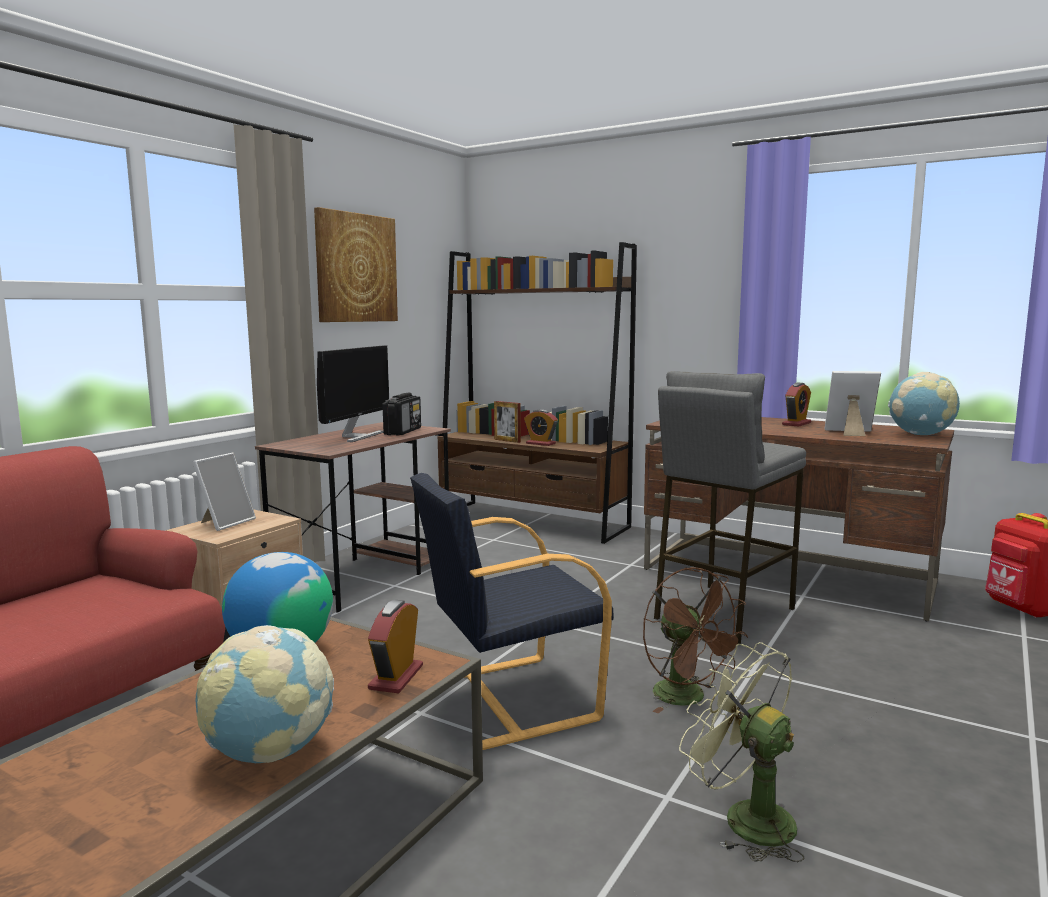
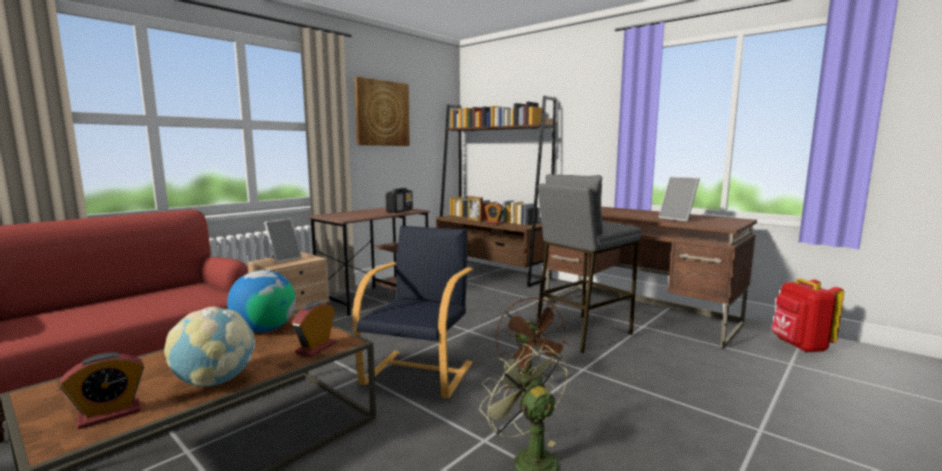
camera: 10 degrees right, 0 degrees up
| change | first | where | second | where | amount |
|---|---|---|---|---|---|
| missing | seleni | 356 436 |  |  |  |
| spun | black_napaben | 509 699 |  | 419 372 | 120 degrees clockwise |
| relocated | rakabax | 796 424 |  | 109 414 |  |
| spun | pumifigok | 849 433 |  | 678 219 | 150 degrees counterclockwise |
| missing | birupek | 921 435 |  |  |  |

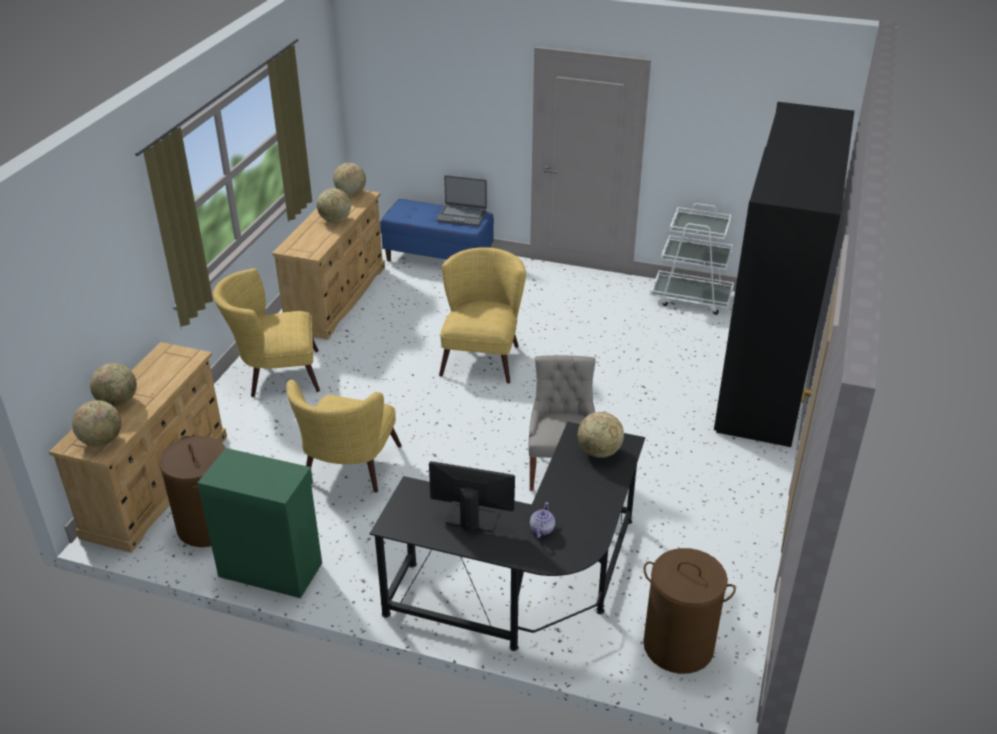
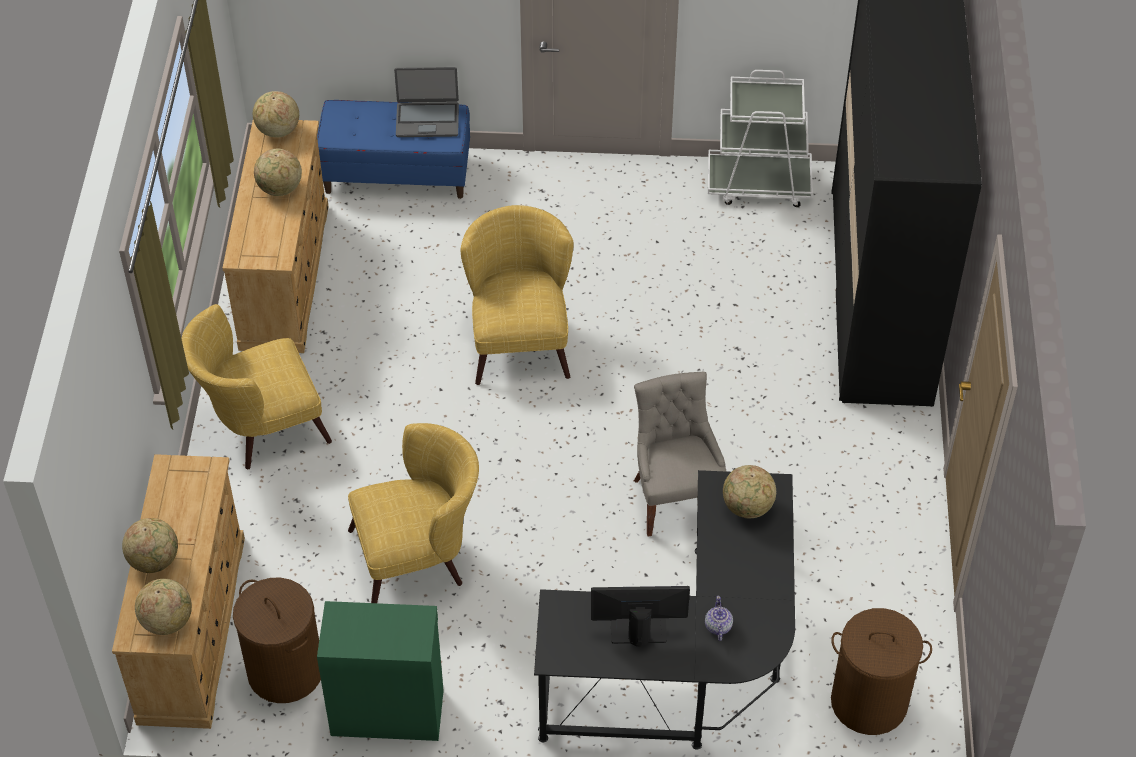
camera: 15 degrees left, 15 degrees up
| change | first | where | second | where | amount |
|---|---|---|---|---|---|
| spun | yellow_napaben | 348 470 |  | 419 555 | 105 degrees counterclockwise |

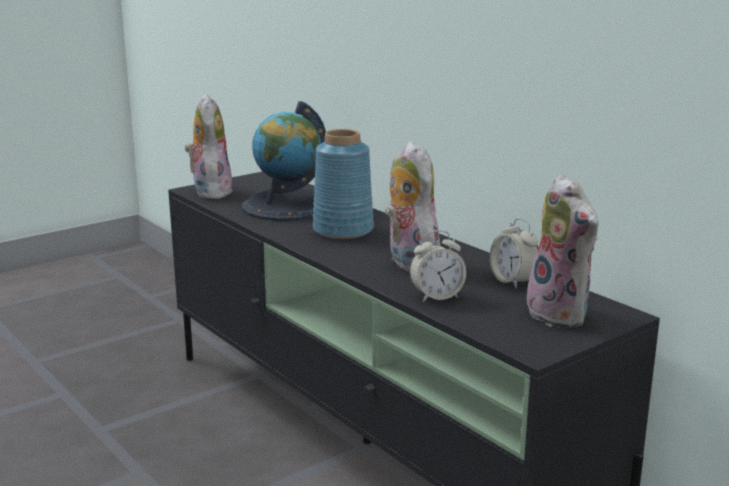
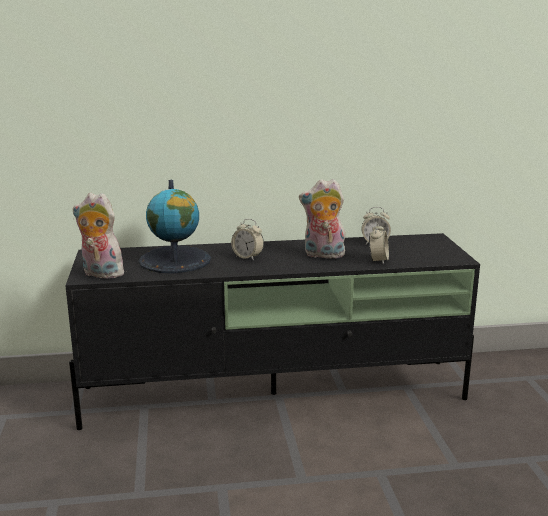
camera: 60 degrees left, 0 degrees up
| change | first | where | second | where | amount |
|---|---|---|---|---|---|
| exchanged | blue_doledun | 343 230 | rakabax | 247 257 |  |
| missing | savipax | 562 314 |  |  |  |

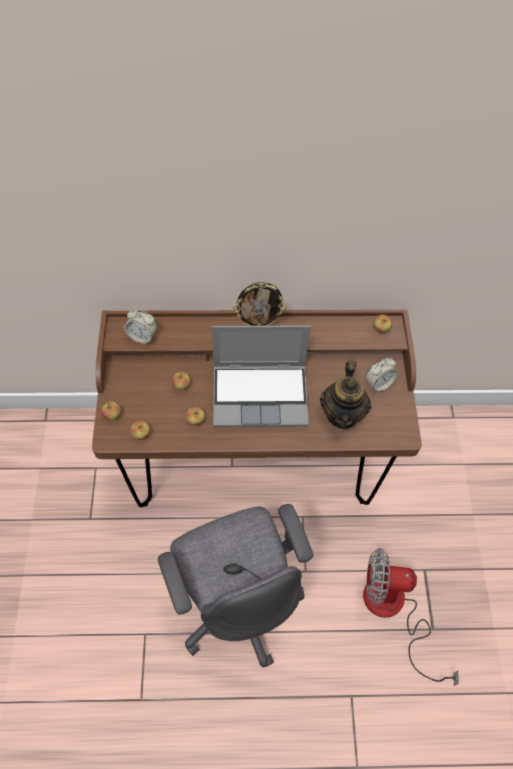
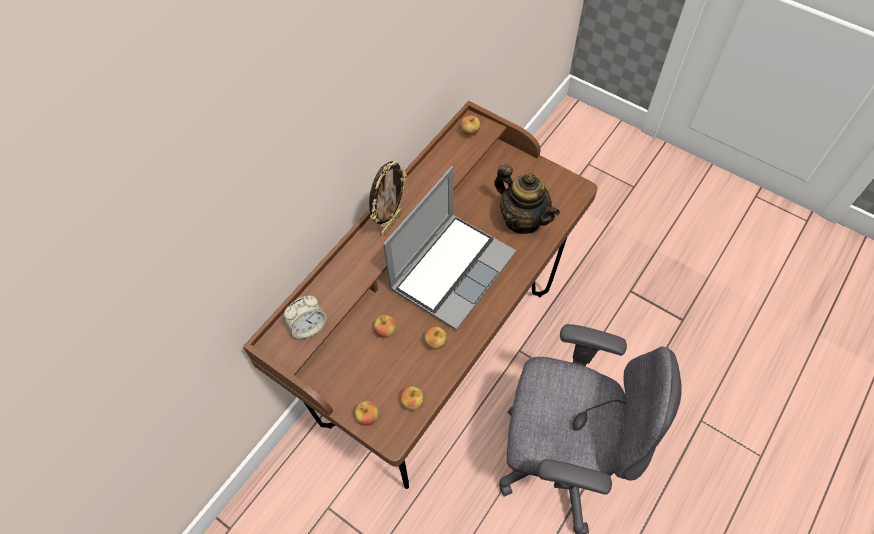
camera: 50 degrees left, 0 degrees up
| change | first | where | second | where | amount |
|---|---|---|---|---|---|
| missing | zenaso | 393 611 |  |  |  |
| missing | rakabax | 379 383 |  |  |  |

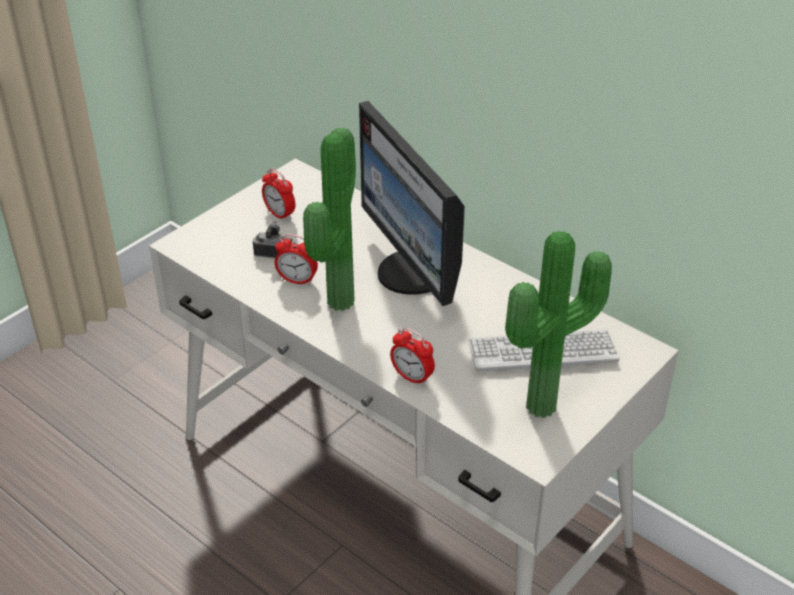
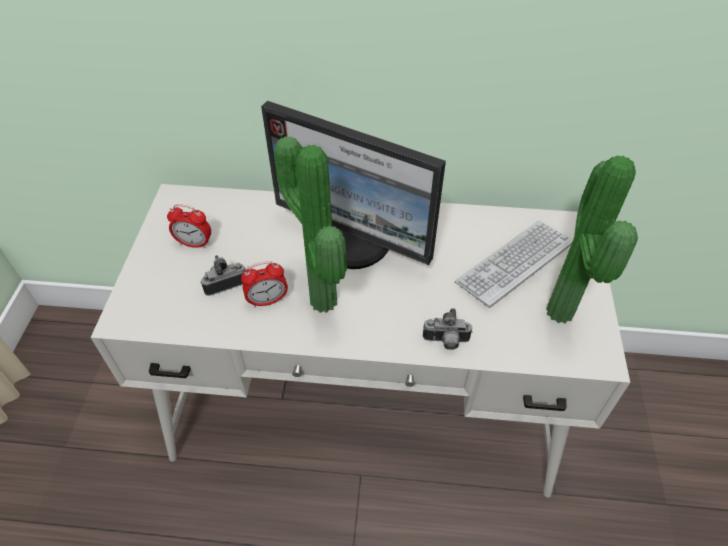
camera: 35 degrees left, 10 degrees up
| change | first | where | second | where | amount |
|---|---|---|---|---|---|
| exchanged | rakabax | 412 377 | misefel | 446 342 |  |

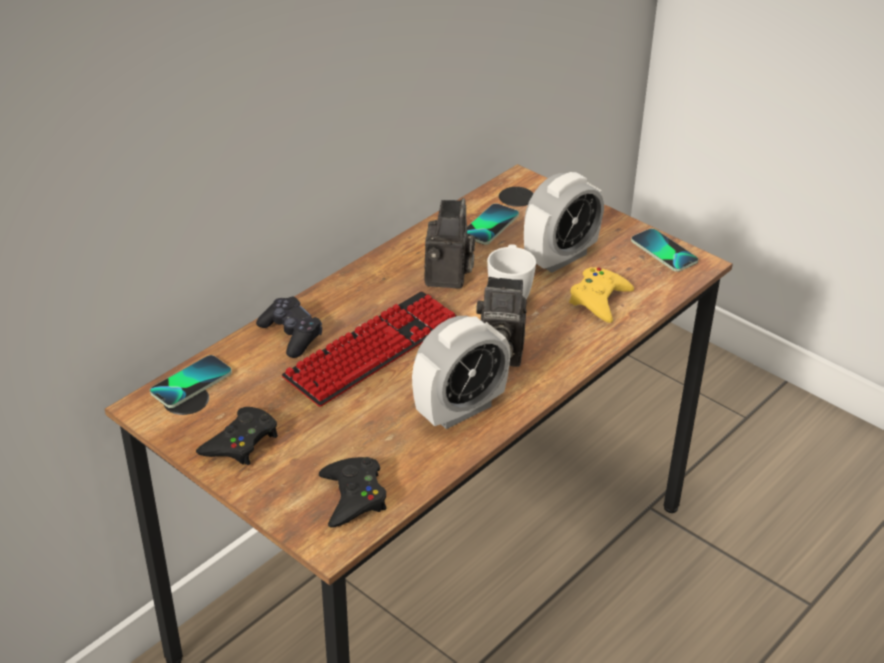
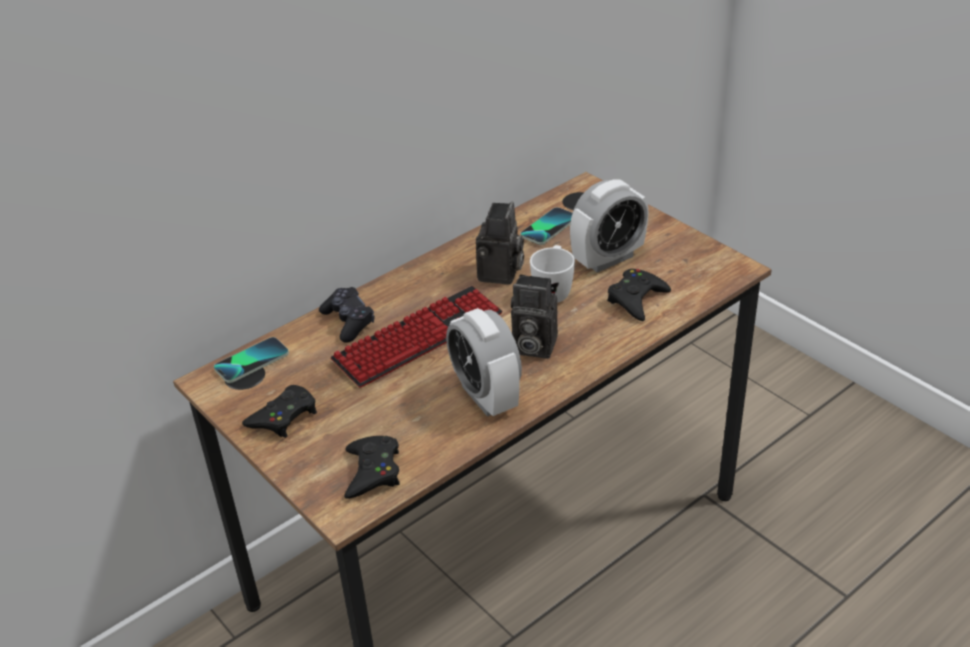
camera: 10 degrees right, 0 degrees up
| change | first | where | second | where | amount |
|---|---|---|---|---|---|
| spun | rakabax | 460 410 |  | 486 396 | 90 degrees clockwise |
| colour | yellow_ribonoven | 599 300 | black_ribonoven | 636 299 |  |
| missing | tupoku | 663 251 |  |  |  |

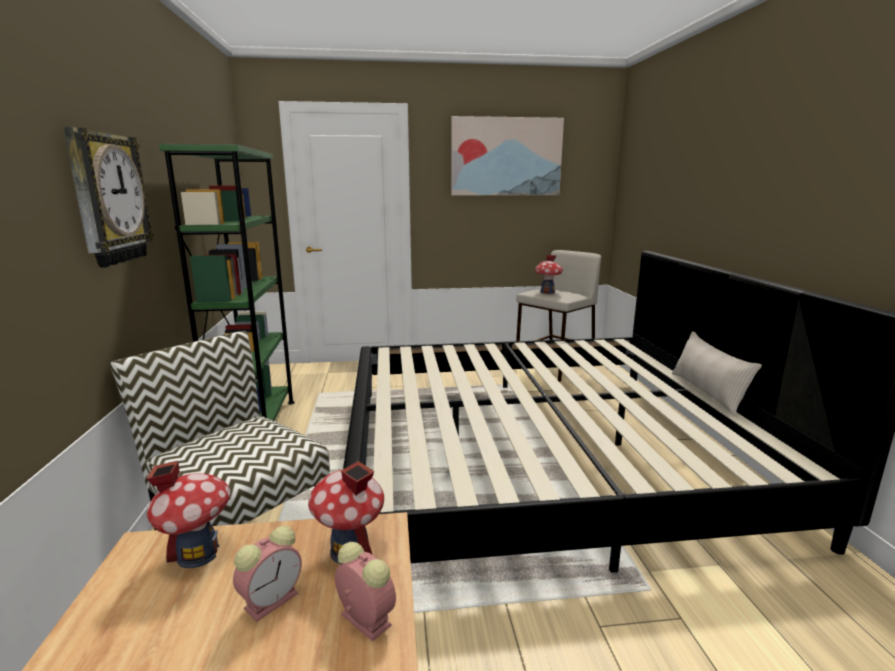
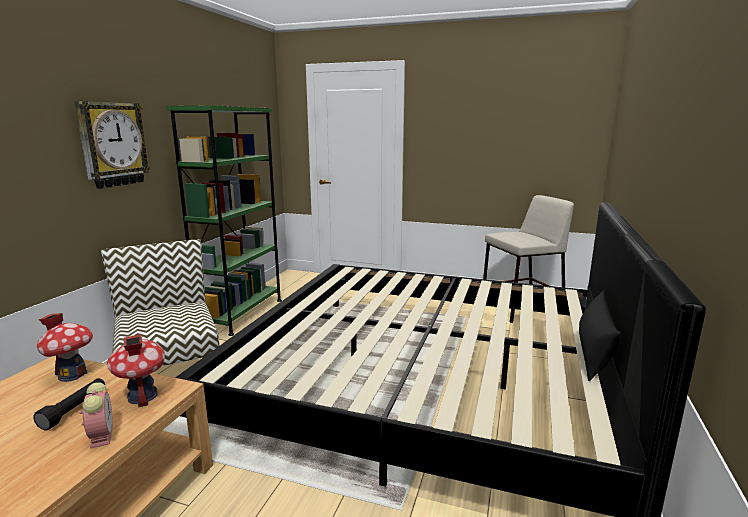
camera: 25 degrees right, 0 degrees up
| change | first | where | second | where | amount |
|---|---|---|---|---|---|
| exchanged | rakabax | 273 599 | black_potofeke | 75 409 |  |
| missing | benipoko | 506 157 |  |  |  |
| missing | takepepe | 547 292 |  |  |  |
| colour | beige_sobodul | 707 392 | black_sobodul | 593 354 |  |

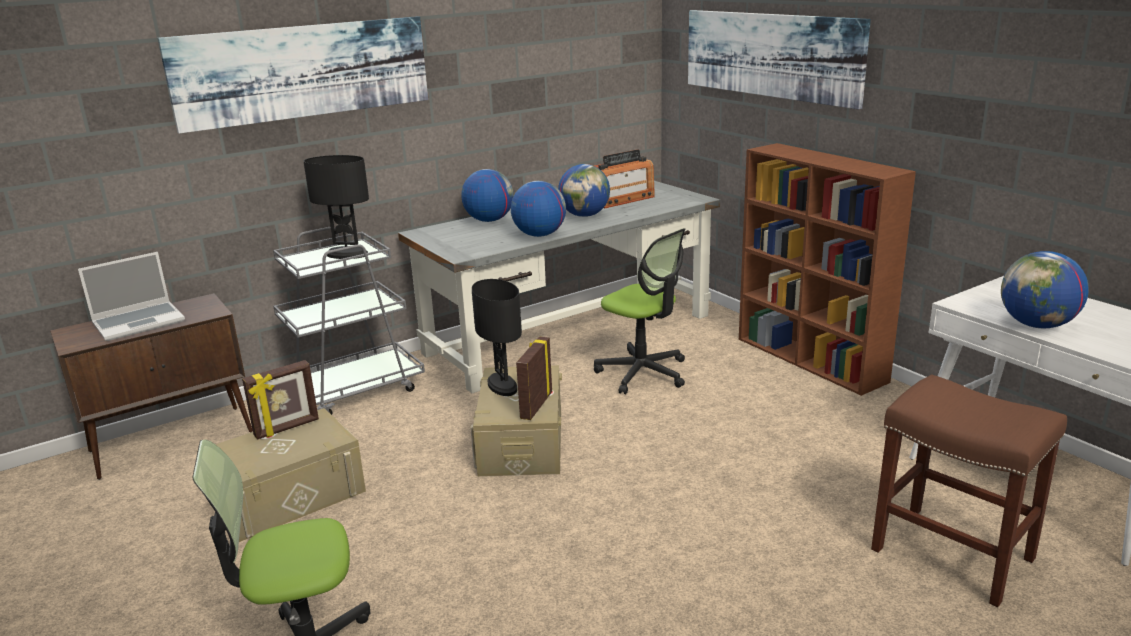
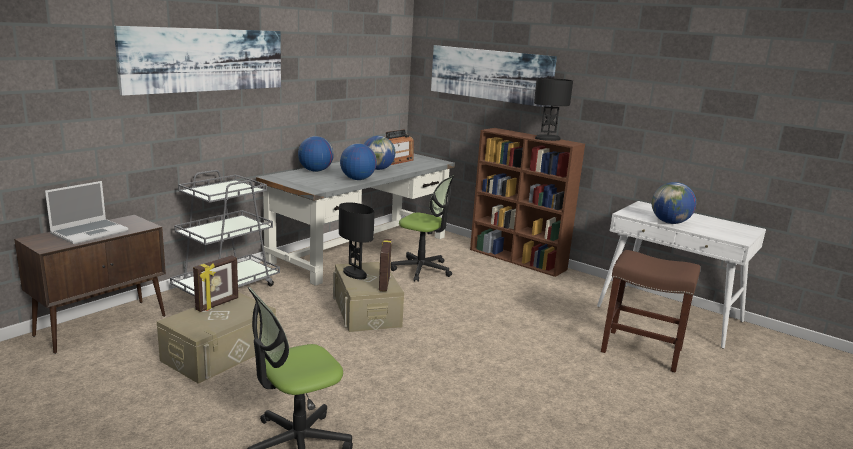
camera: 20 degrees left, 5 degrees down
| change | first | where | second | where | amount |
|---|---|---|---|---|---|
| relocated | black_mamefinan | 347 255 |  | 547 139 |  |

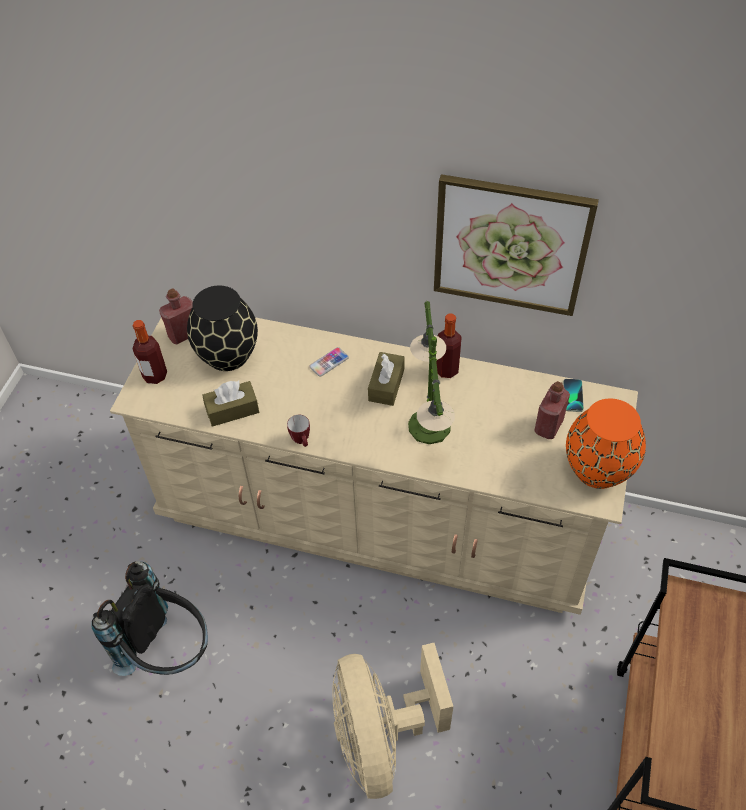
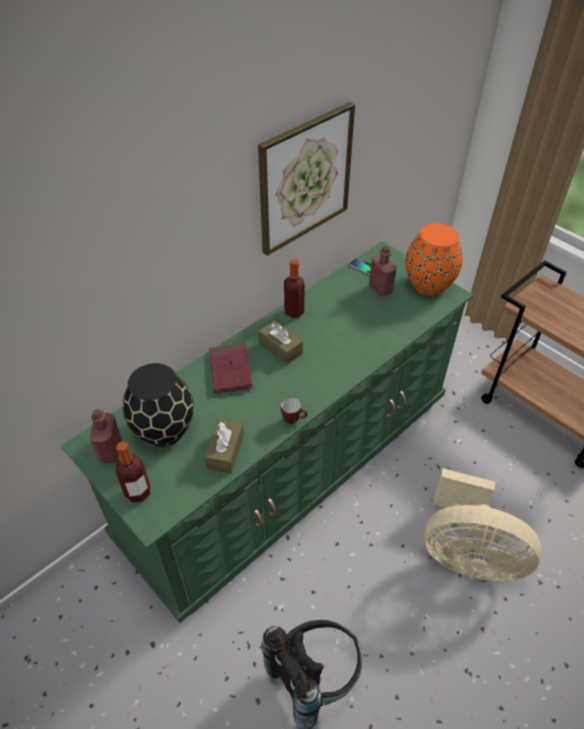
camera: 60 degrees left, 5 degrees down
| change | first | where | second | where | amount |
|---|---|---|---|---|---|
| colour | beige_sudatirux | 377 513 | green_sudatirux | 290 466 |  |
| exchanged | tupoku | 329 362 | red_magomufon | 230 370 |  |
| missing | mamefinan | 429 427 |  |  |  |

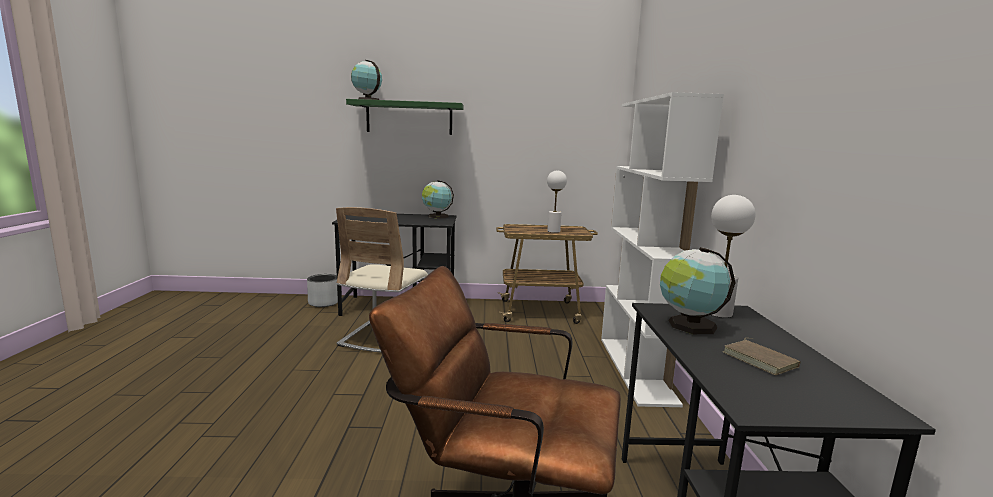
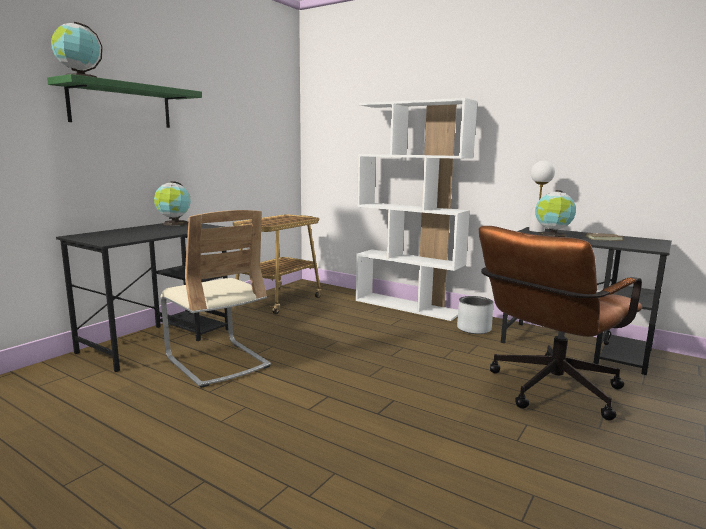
camera: 55 degrees left, 0 degrees up
| change | first | where | second | where | amount |
|---|---|---|---|---|---|
| relocated | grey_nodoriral | 324 302 |  | 473 329 |  |
| missing | white_mamefinan | 554 231 |  |  |  |

